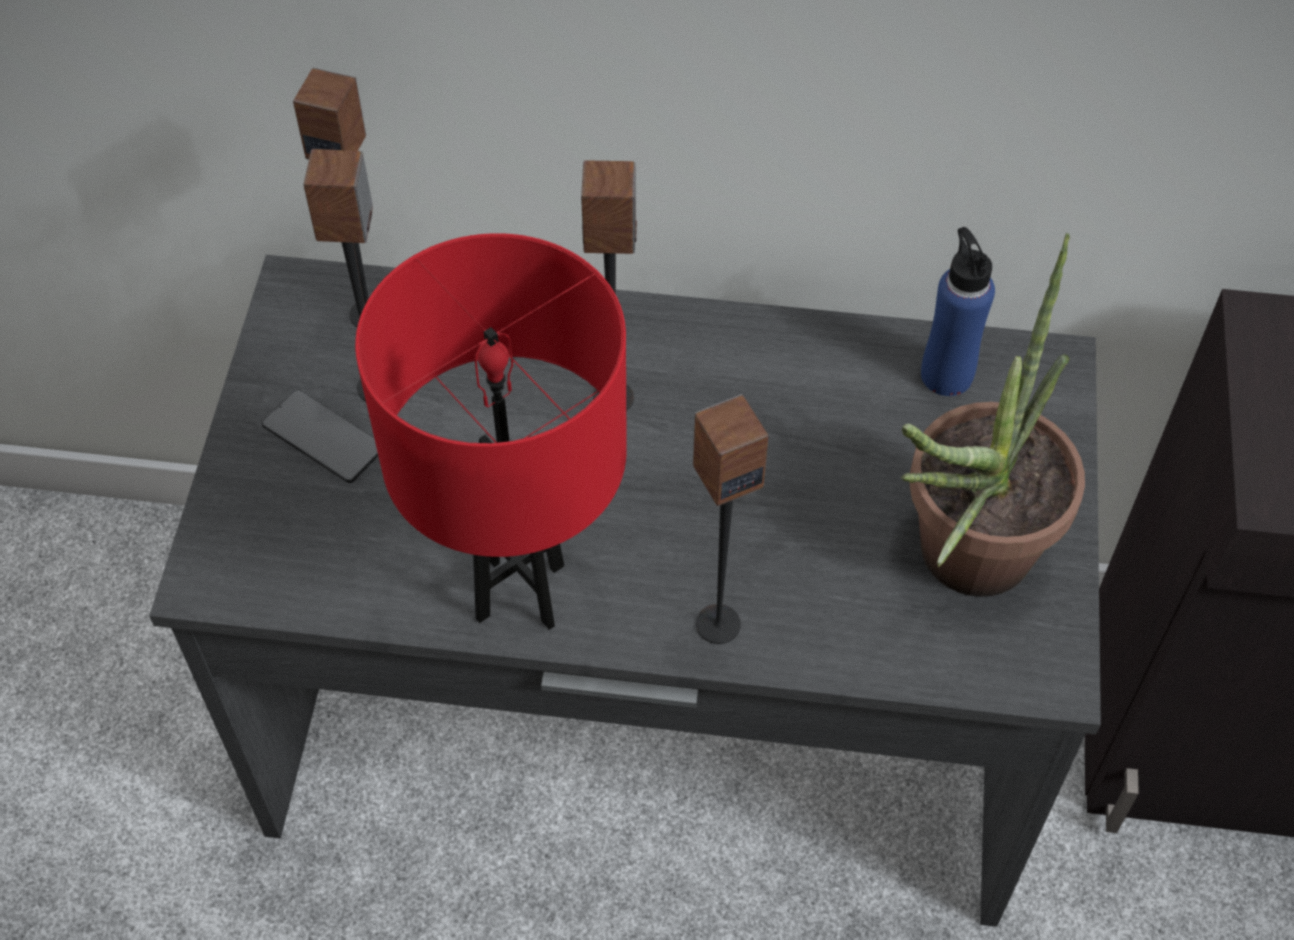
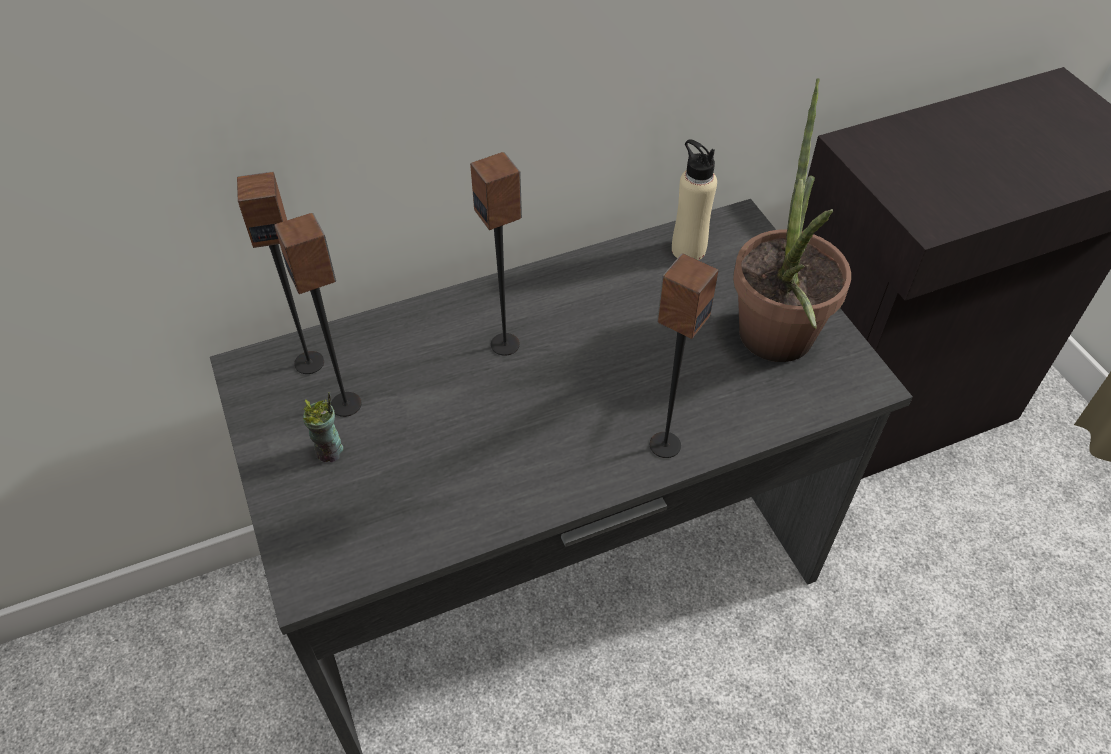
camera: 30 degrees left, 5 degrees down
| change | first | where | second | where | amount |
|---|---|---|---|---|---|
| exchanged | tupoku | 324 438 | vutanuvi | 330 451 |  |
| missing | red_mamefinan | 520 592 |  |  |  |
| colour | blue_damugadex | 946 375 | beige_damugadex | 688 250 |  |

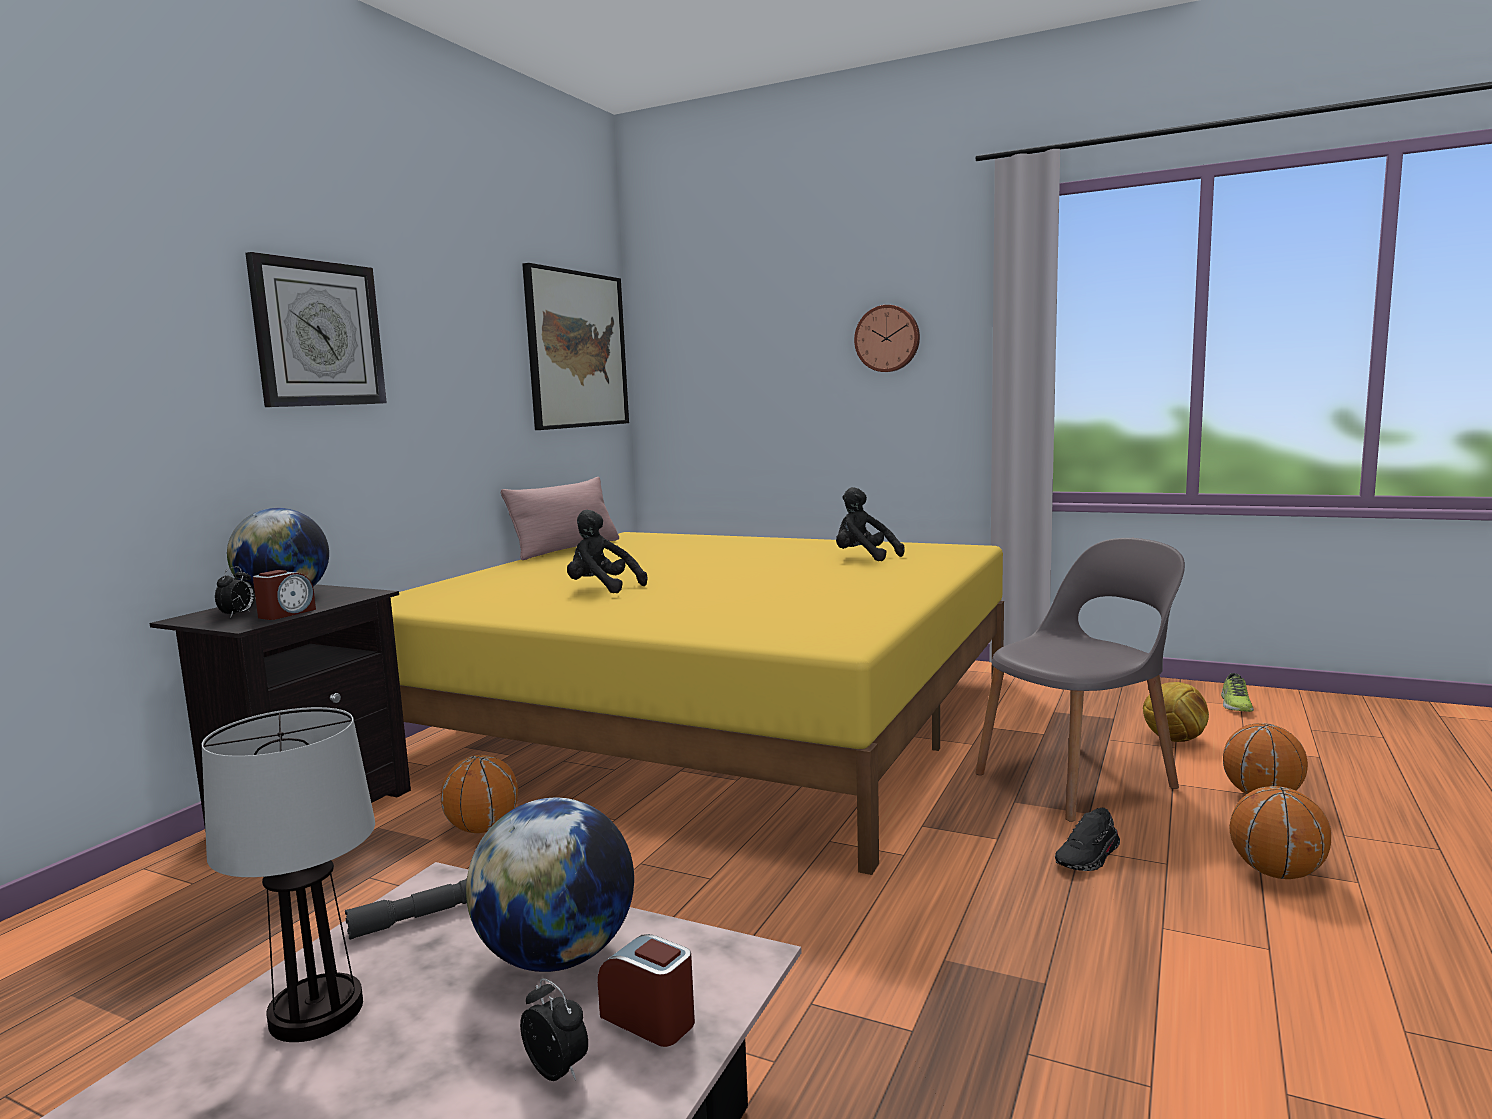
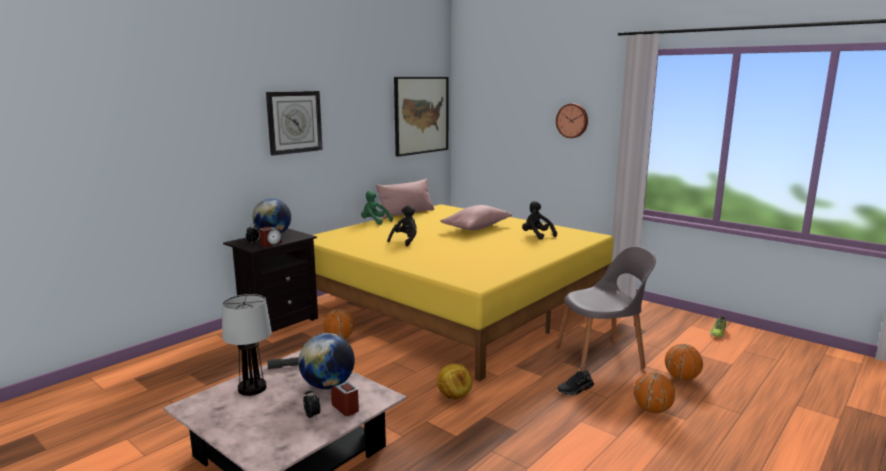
camera: 15 degrees right, 5 degrees up
| change | first | where | second | where | amount |
|---|---|---|---|---|---|
| spun | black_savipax | 602 588 |  | 405 241 | 75 degrees clockwise |
| relocated | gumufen | 1173 740 |  | 454 396 |  |
| appeared |  |  | green_savipax | 374 222 |  |
| appeared |  |  | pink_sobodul | 476 228 |  |

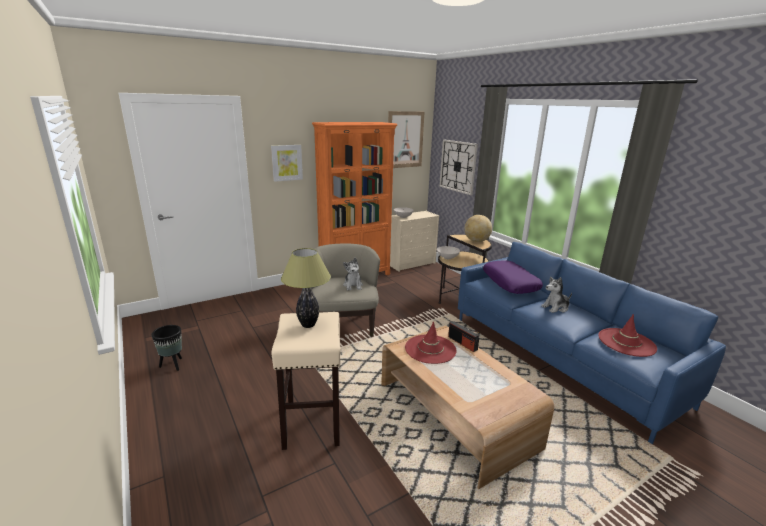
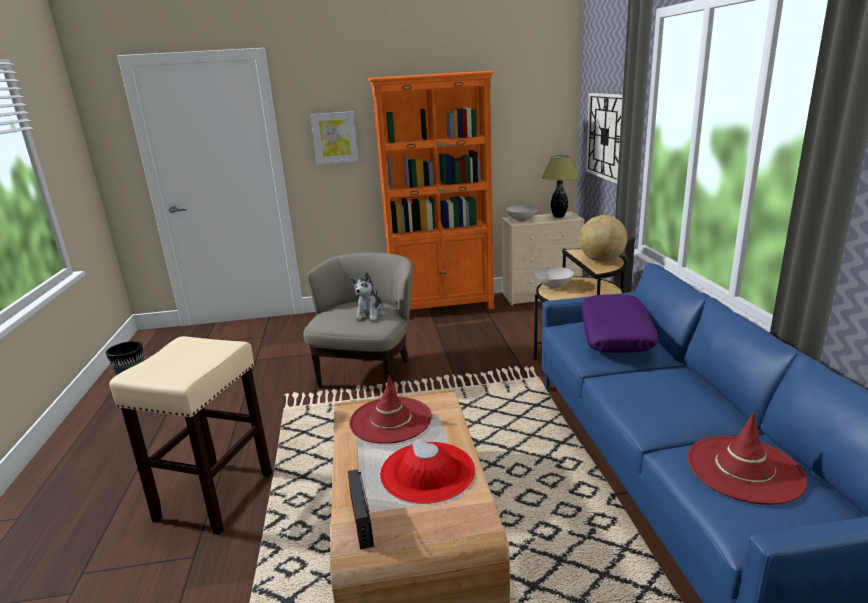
camera: 25 degrees right, 0 degrees up
| change | first | where | second | where | amount |
|---|---|---|---|---|---|
| relocated | mamefinan | 308 325 |  | 559 216 |  |
| missing | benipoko | 405 140 |  |  |  |
| relocated | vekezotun | 462 343 |  | 362 521 |  |
| missing | savipax | 555 307 |  |  |  |
| appeared |  |  | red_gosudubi | 427 472 |  |

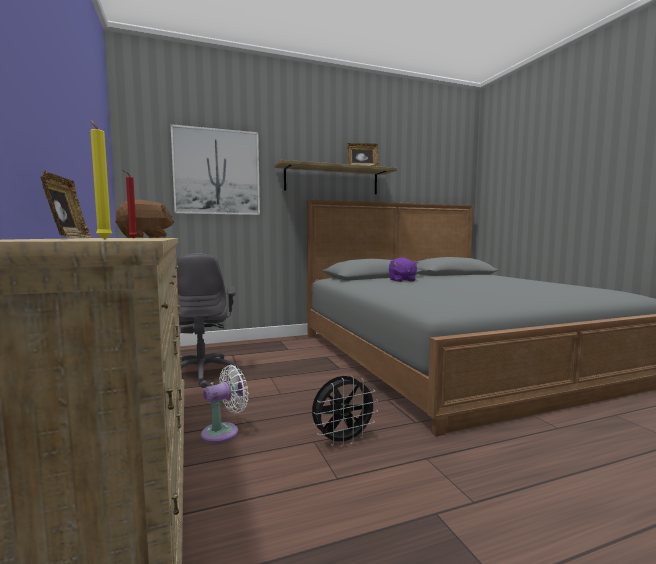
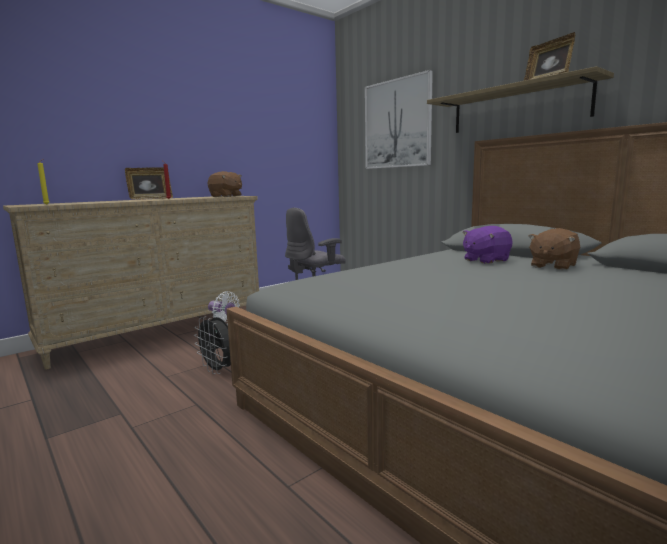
camera: 70 degrees right, 5 degrees up
| change | first | where | second | where | amount |
|---|---|---|---|---|---|
| appeared |  |  | brown_savipax | 552 266 |  |

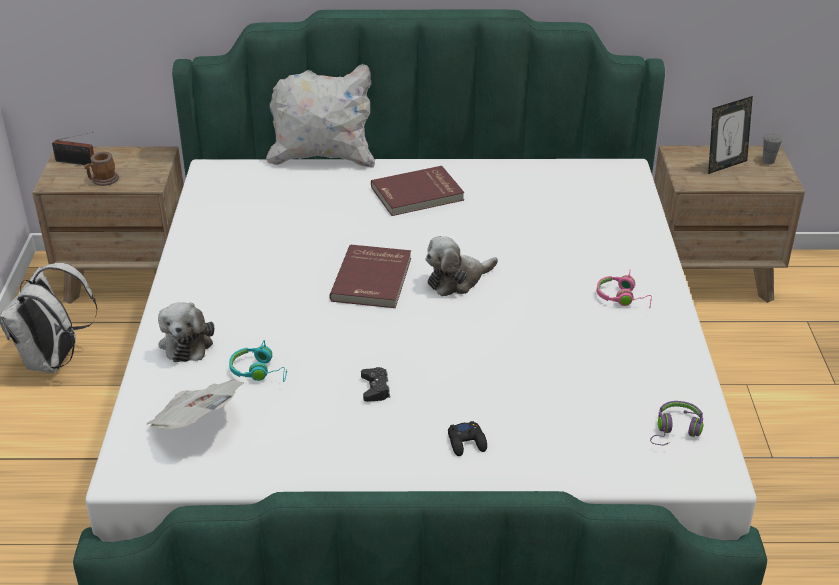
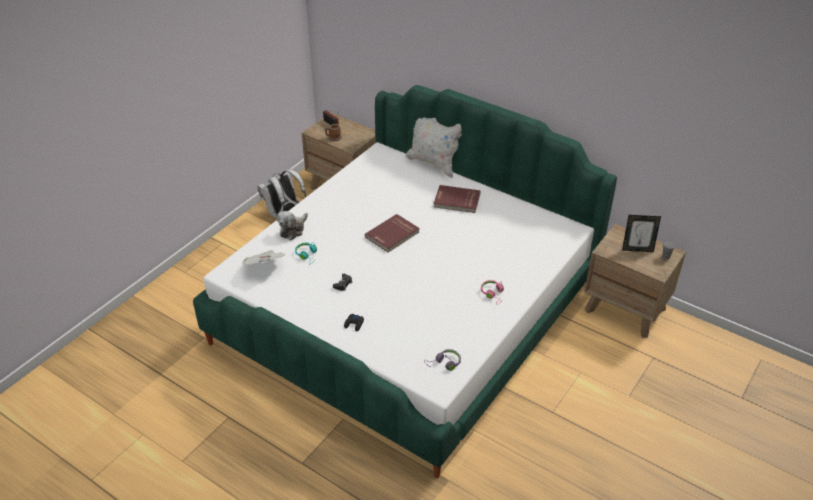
camera: 35 degrees right, 5 degrees up
| change | first | where | second | where | amount |
|---|---|---|---|---|---|
| missing | savipax | 457 280 |  |  |  |

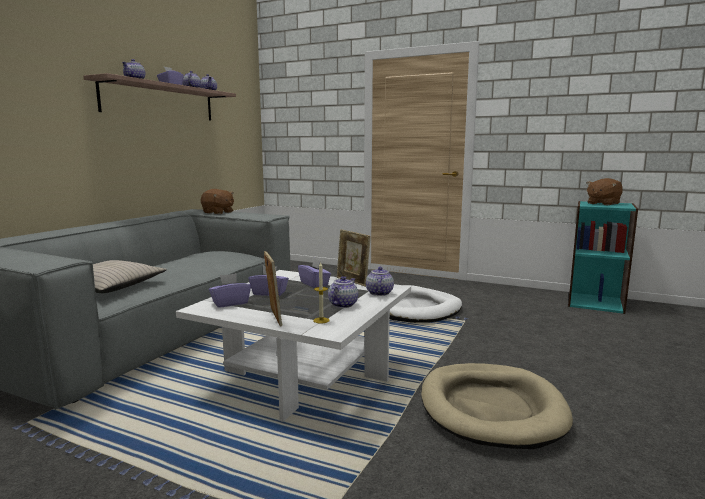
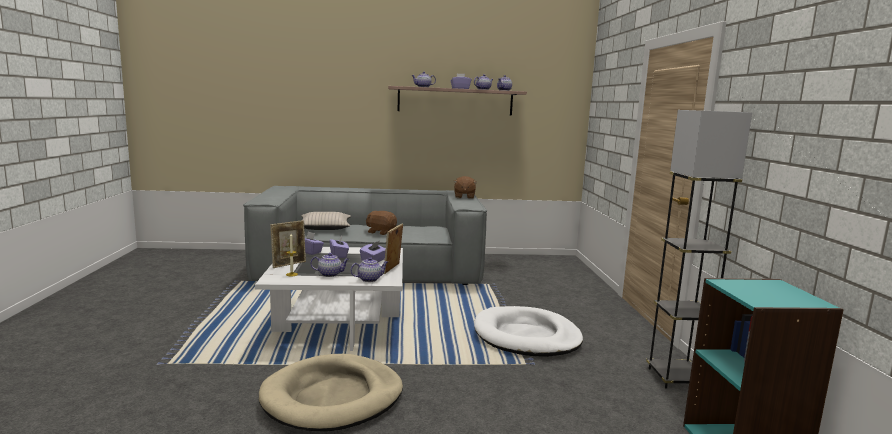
camera: 60 degrees right, 0 degrees up
| change | first | where | second | where | amount |
|---|---|---|---|---|---|
| relocated | brown_savipax | 602 203 |  | 381 232 |  |
| appeared |  |  | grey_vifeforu | 676 378 |  |

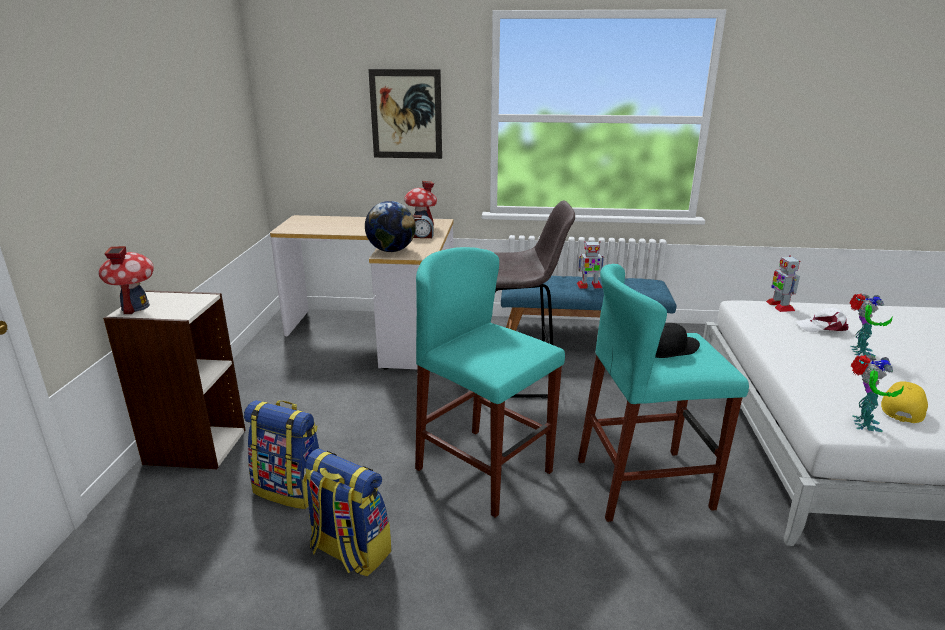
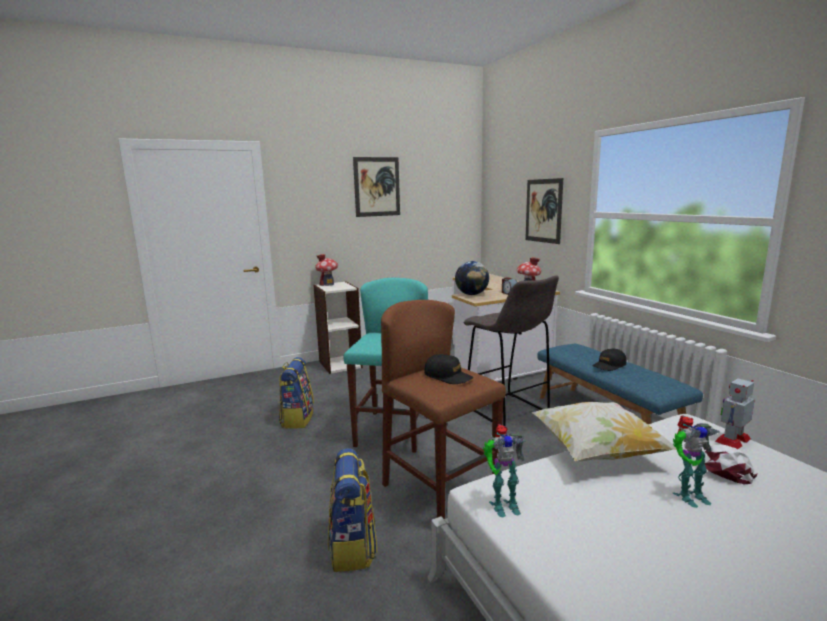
camera: 60 degrees right, 10 degrees down
| change | first | where | second | where | amount |
|---|---|---|---|---|---|
| relocated | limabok | 291 489 |  | 353 547 |  |
| exchanged | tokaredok | 589 285 | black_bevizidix | 609 365 |  |
| colour | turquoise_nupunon | 644 484 | brown_nupunon | 439 490 |  |
| missing | yellow_bevizidix | 902 408 |  |  |  |
| appeared |  |  | benipoko | 377 187 |  |
| appeared |  |  | sobodul | 596 452 |  |

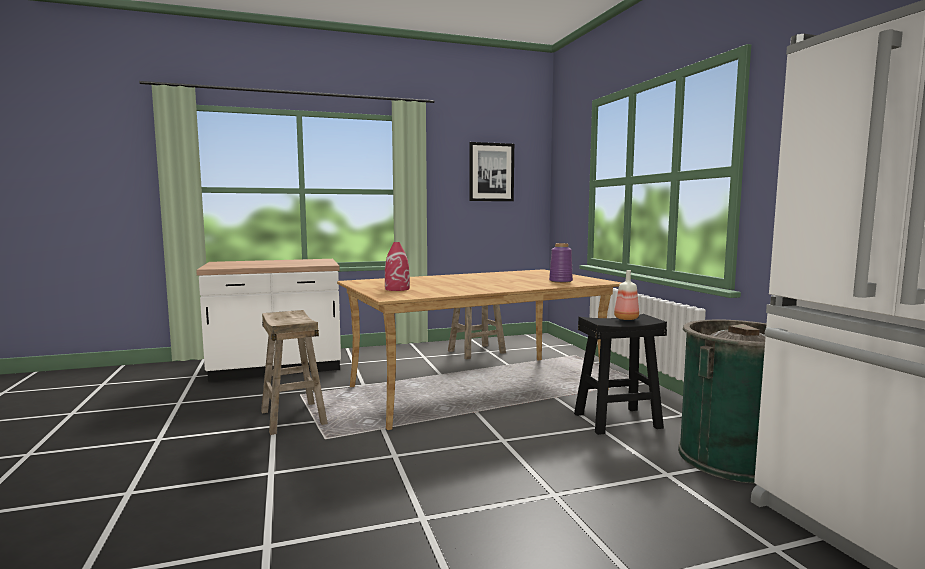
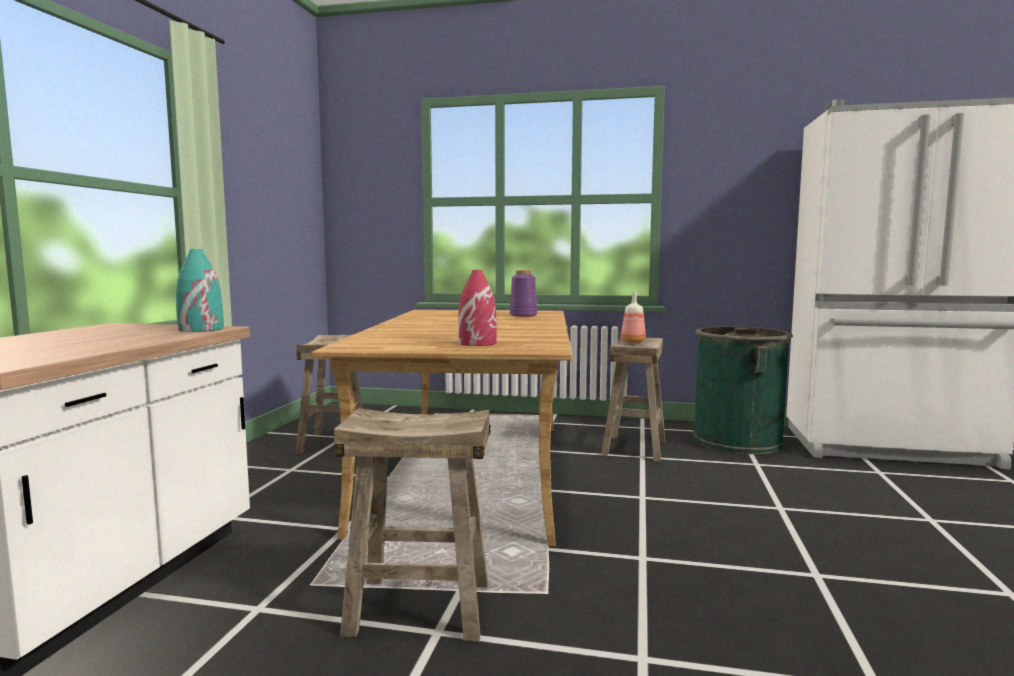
camera: 60 degrees left, 0 degrees up
| change | first | where | second | where | amount |
|---|---|---|---|---|---|
| missing | benipoko | 491 172 |  |  |  |
| colour | black_nupunon | 617 421 | beige_nupunon | 635 448 |  |
| appeared |  |  | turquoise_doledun | 200 329 |  |

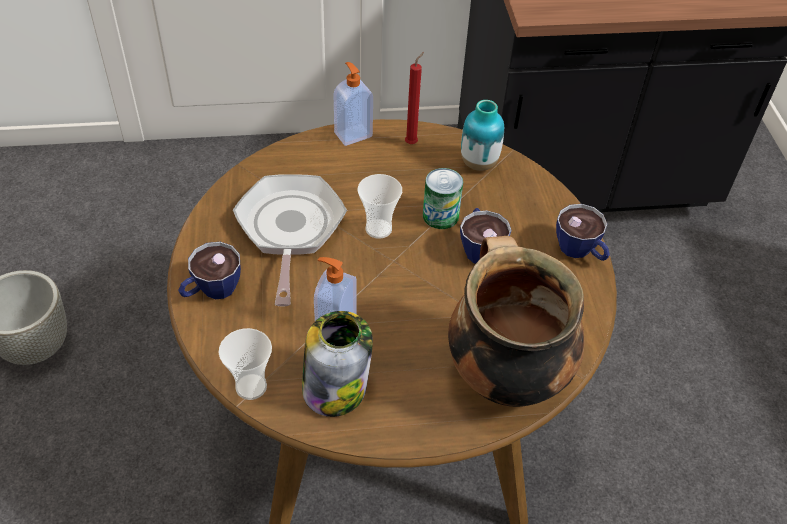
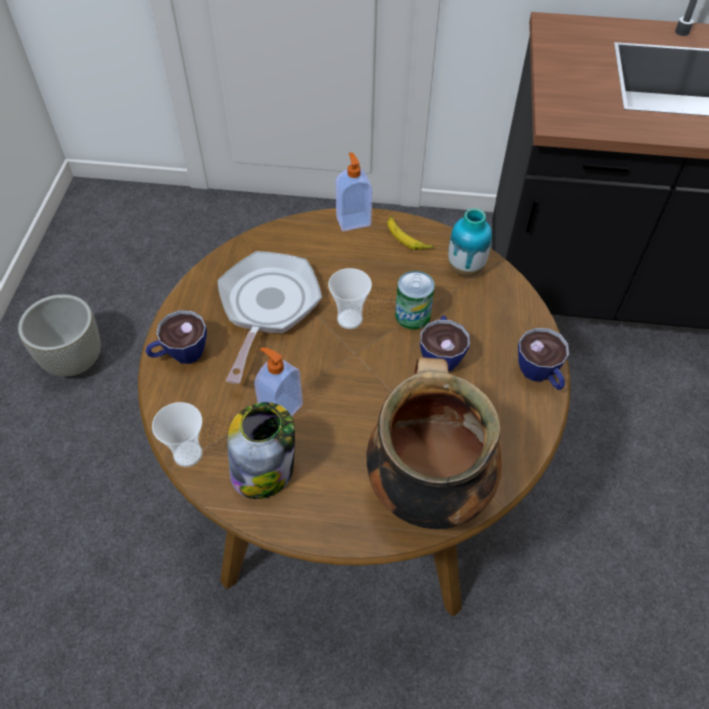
camera: 15 degrees right, 5 degrees up
| change | first | where | second | where | amount |
|---|---|---|---|---|---|
| exchanged | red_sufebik | 412 143 | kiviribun | 407 237 |  |

